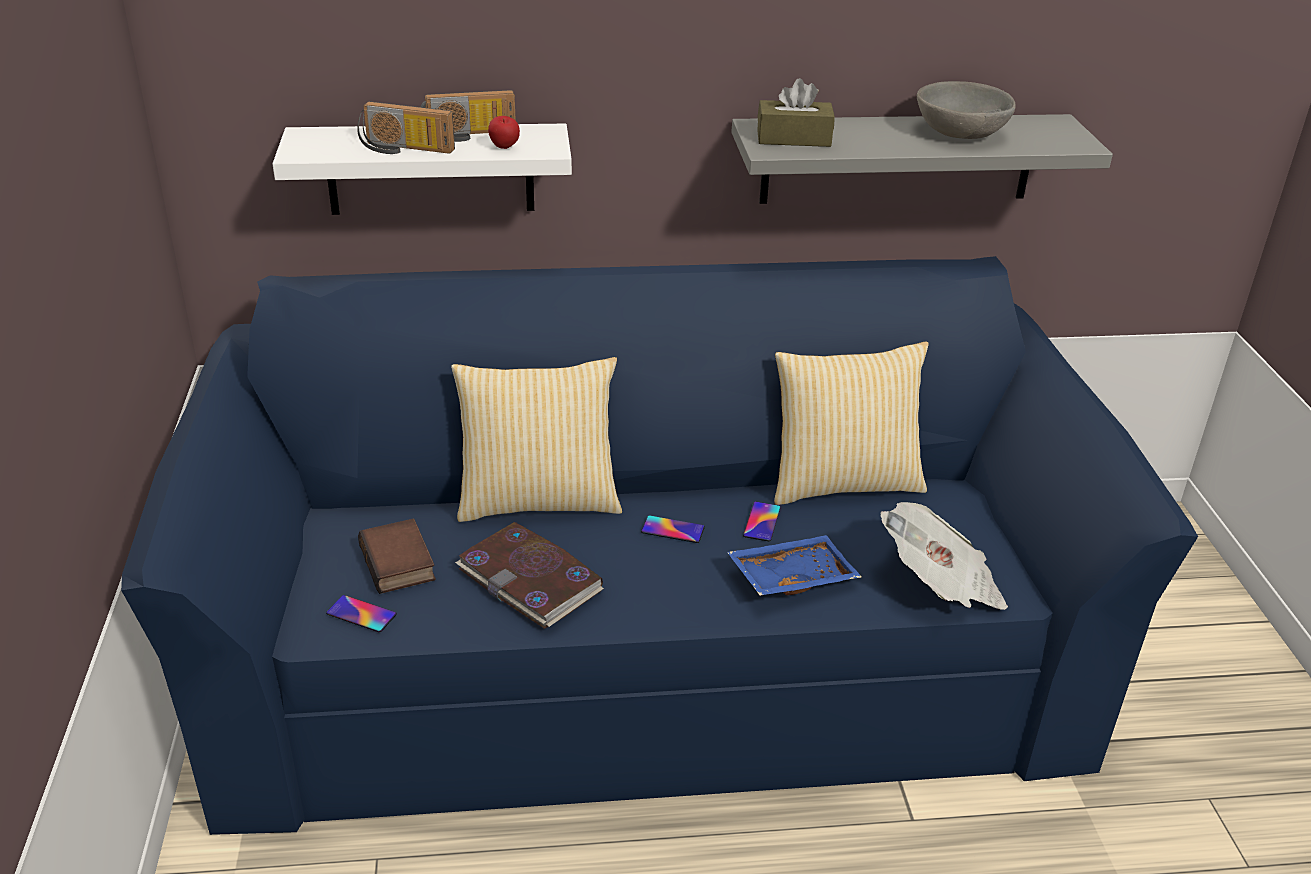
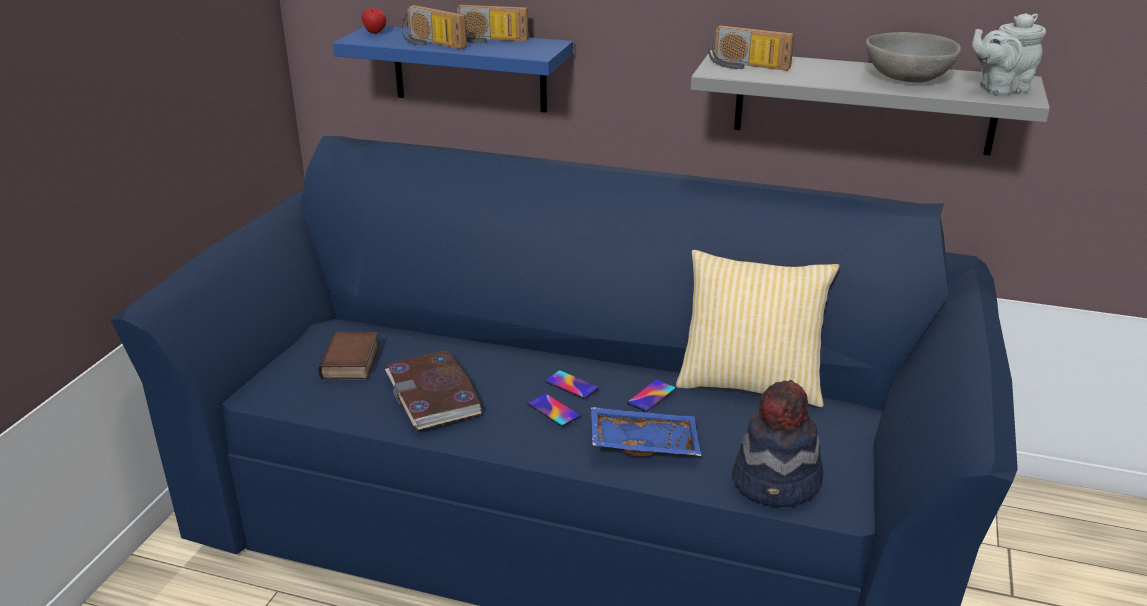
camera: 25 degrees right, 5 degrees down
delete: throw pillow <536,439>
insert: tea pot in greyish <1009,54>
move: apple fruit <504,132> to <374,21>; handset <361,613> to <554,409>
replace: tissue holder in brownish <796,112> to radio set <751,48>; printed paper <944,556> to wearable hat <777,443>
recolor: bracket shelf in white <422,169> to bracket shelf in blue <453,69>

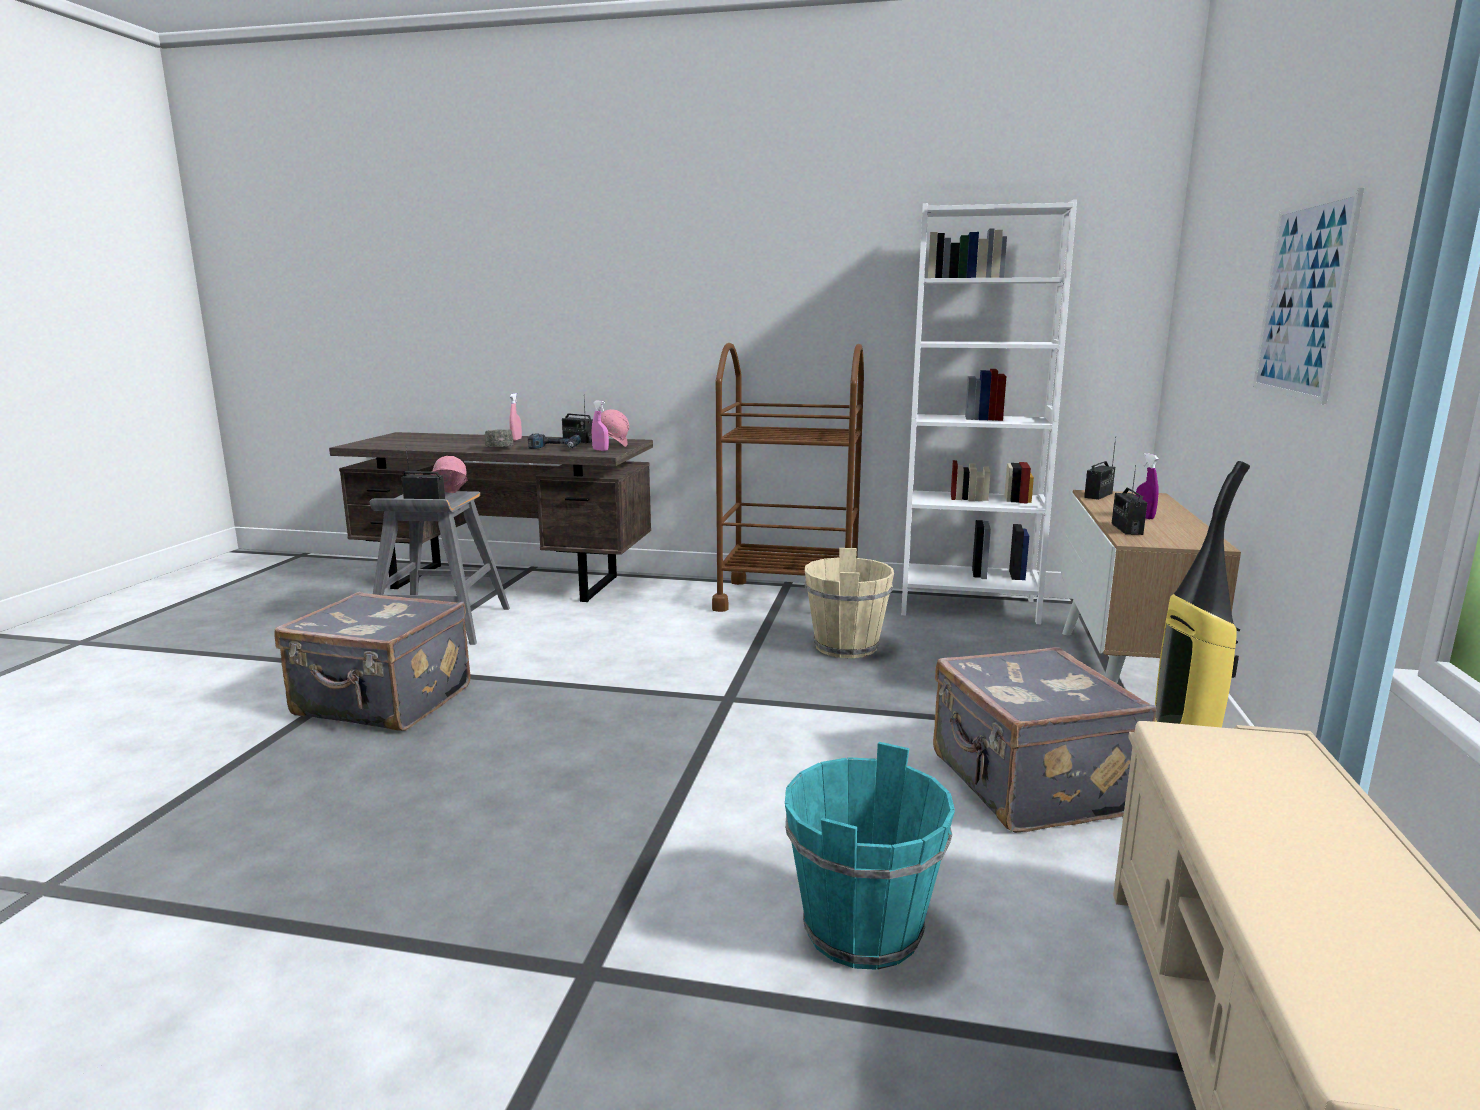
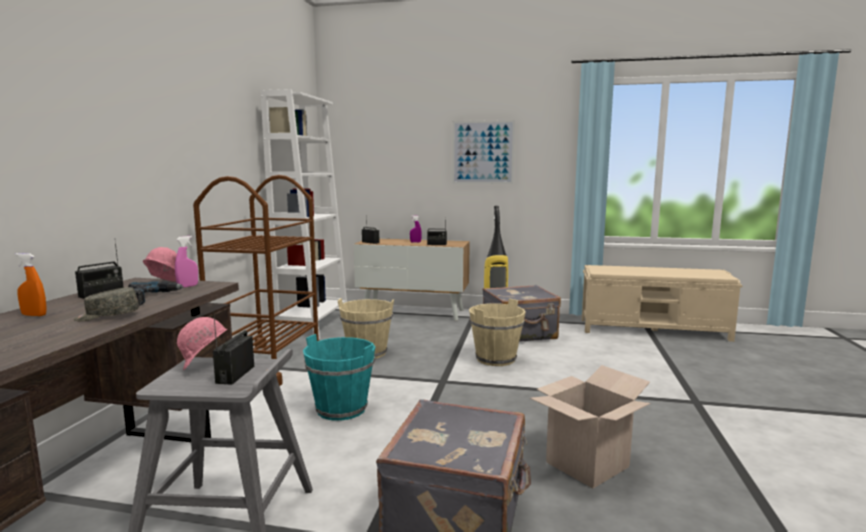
camera: 90 degrees left, 5 degrees down
insert: bucket in beige-coloured <497,332>; carton <590,426>
move: bucket in turquoise-coloured <870,856> to <339,377>
recolor: hand sprayer in pink <515,417> to hand sprayer in orangey <31,284>

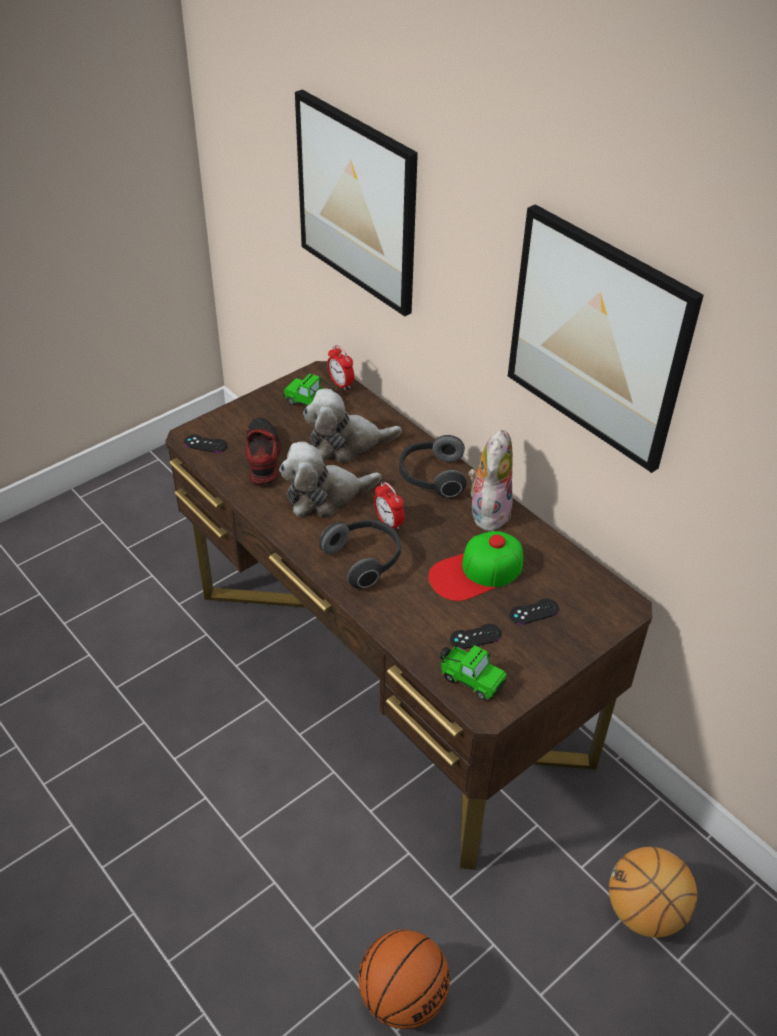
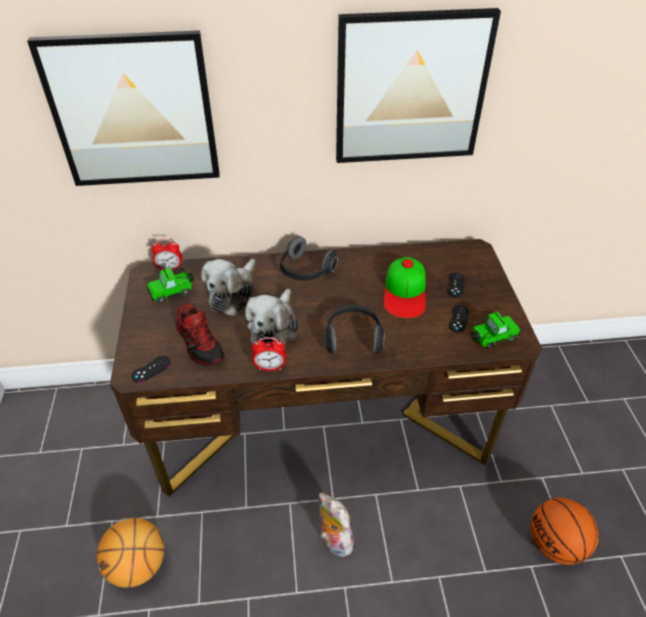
camera: 55 degrees left, 0 degrees up
move: plush toy <490,480> to <336,525>; table clock <389,505> to <269,354>; ball for basketball <653,892> to <130,553>
rotate: shoe <263,451> = <200,334> 150 degrees counterclockwise

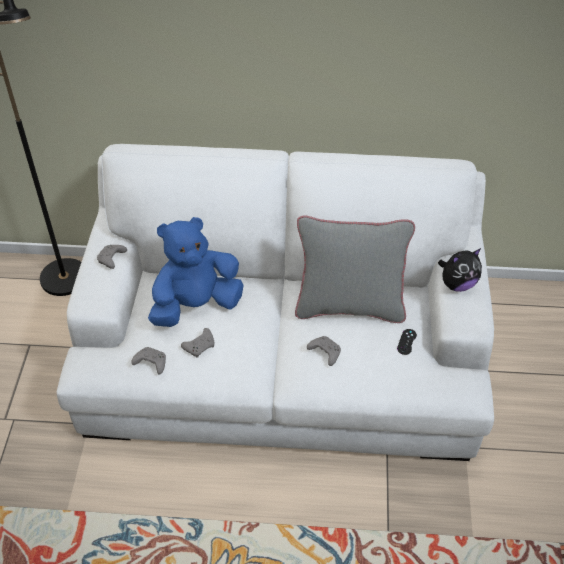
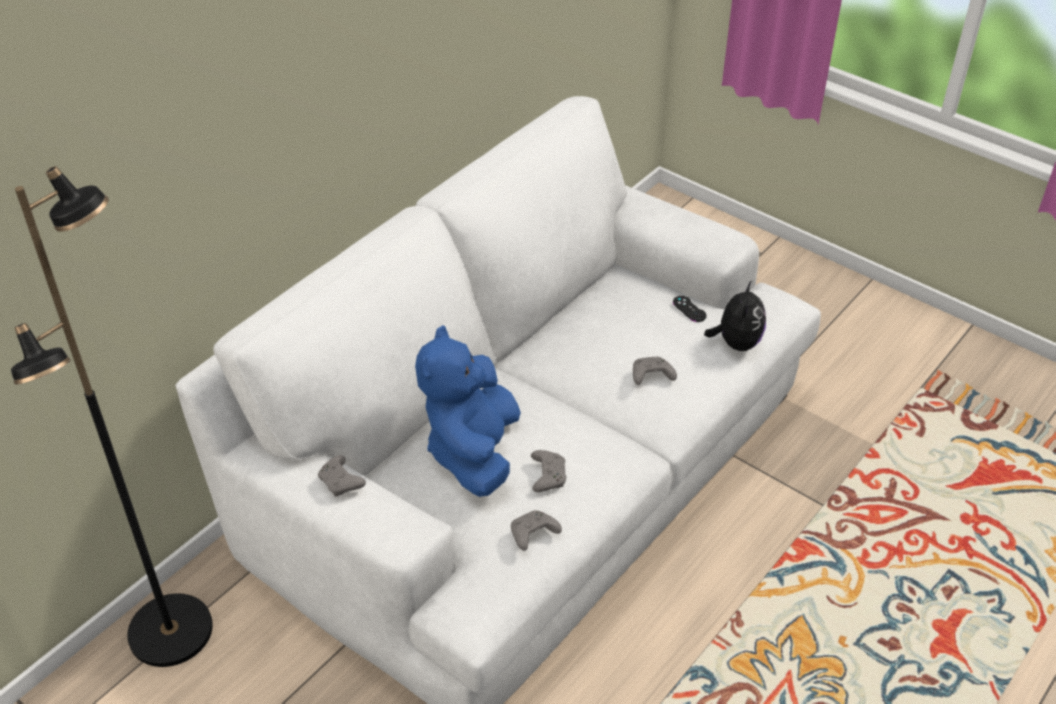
camera: 55 degrees left, 5 degrees down
delete: throw pillow in greyish <355,269>
move: plush toy <460,270> to <735,315>

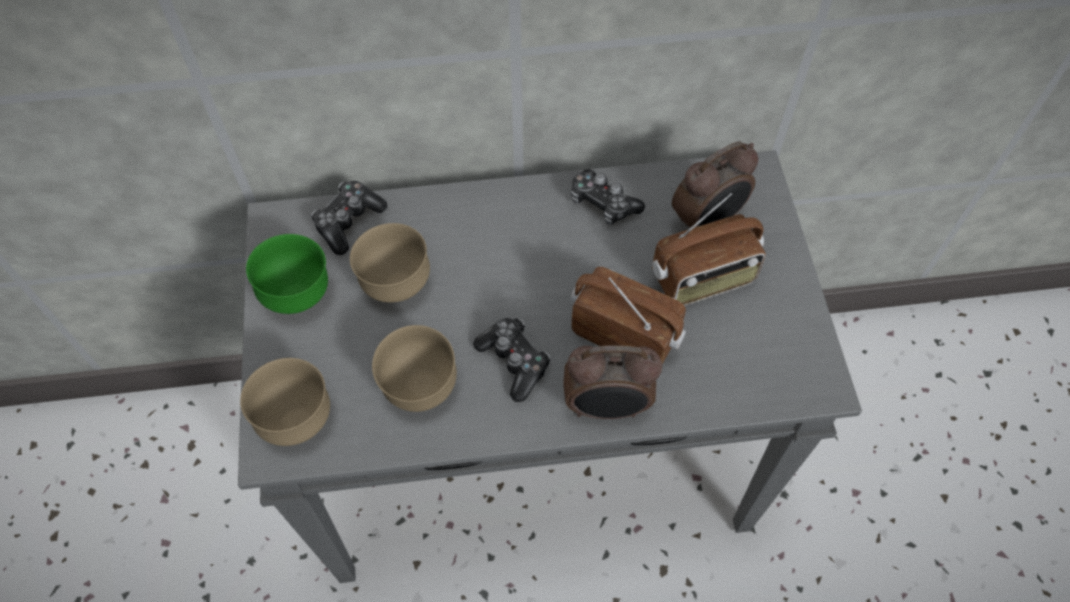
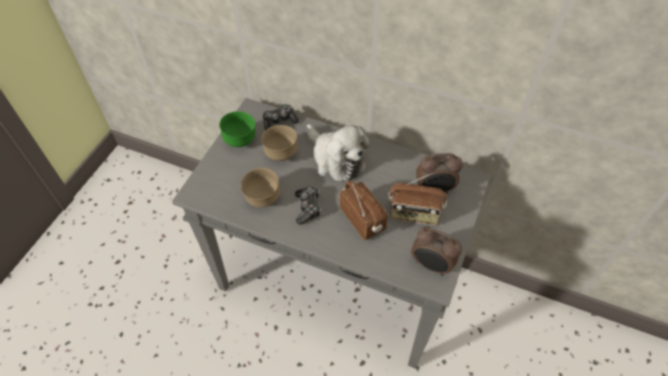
camera: 30 degrees right, 5 degrees down
delete: game controller <608,196>; bowl in brownish <285,402>
insert: plush toy <338,153>
move: table clock <612,382> to <436,251>

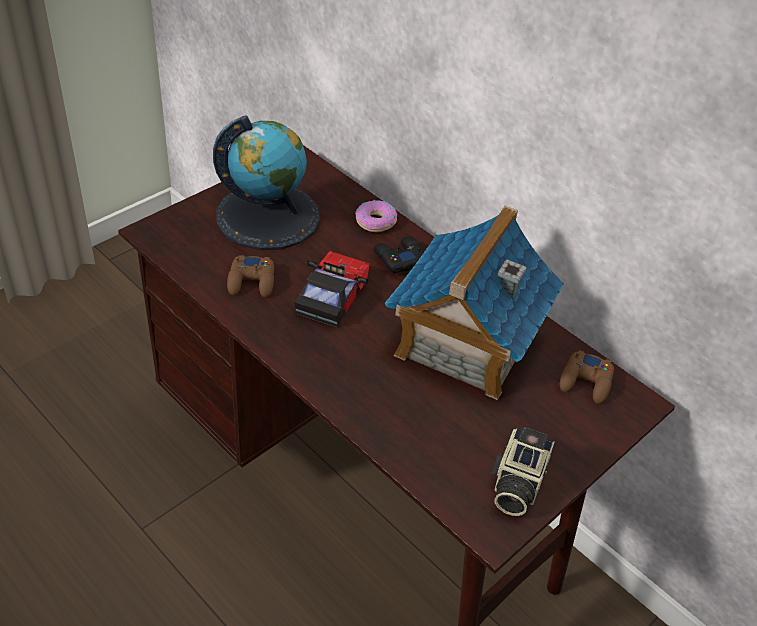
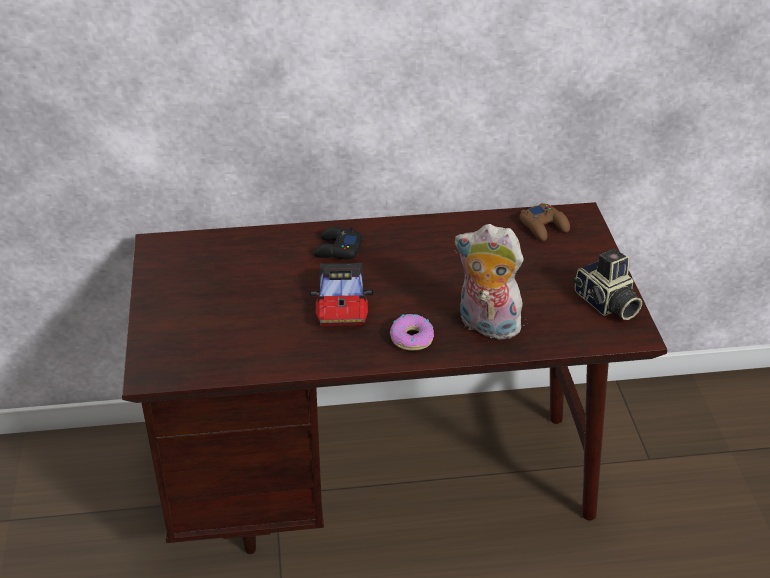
camera: 50 degrees left, 5 degrees down
delete: world globe <266,182>; toy house <474,303>; game controller in brownish <250,276>
insert: plush toy <489,283>
move: ring doughnut <376,216> to <412,332>
rotate: toy car <332,289> = <341,294> 150 degrees counterclockwise

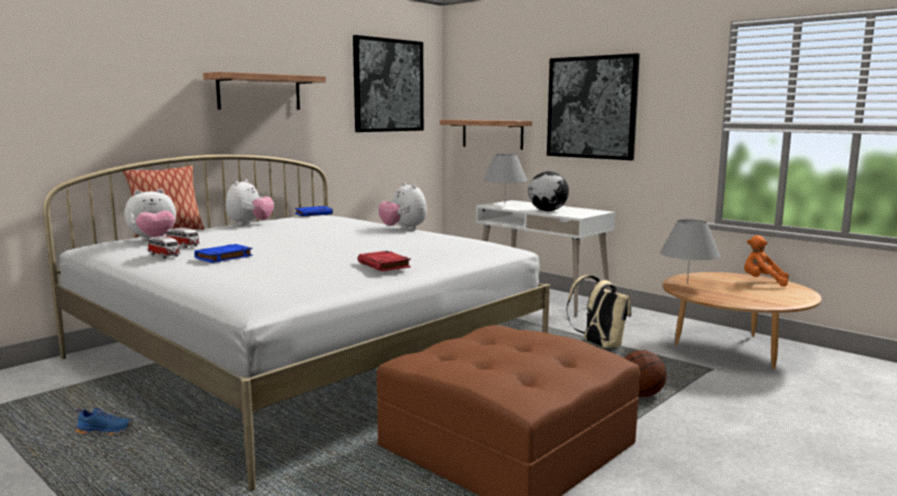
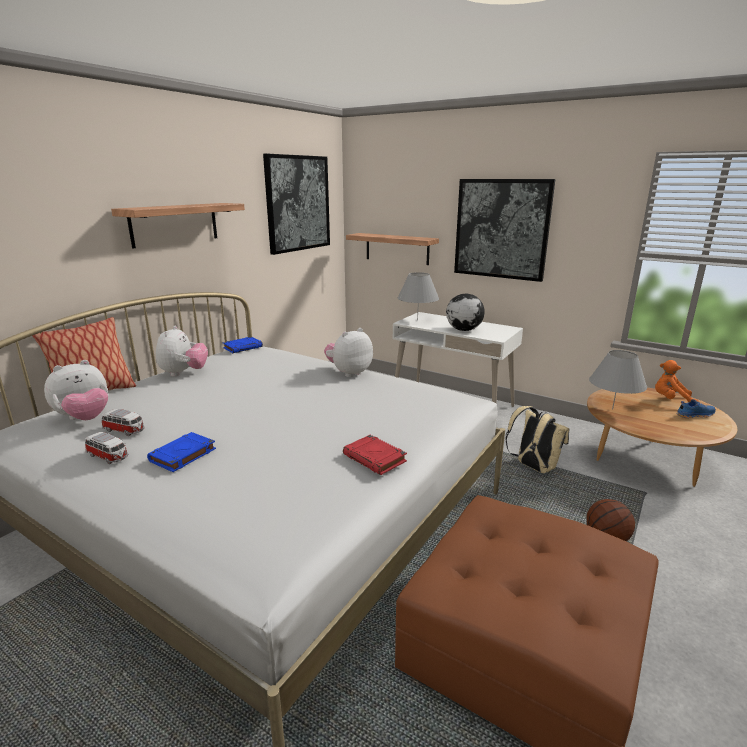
camera: 10 degrees left, 10 degrees up
move: shoe in blue <104,421> to <696,408>
rotate: plush toy <403,206> = <348,352> 90 degrees clockwise

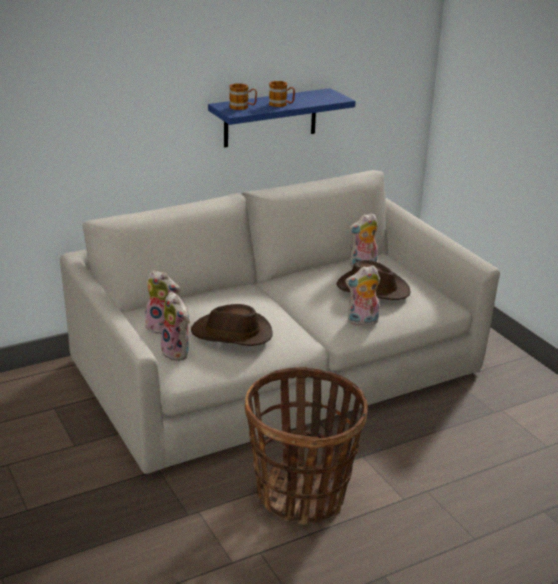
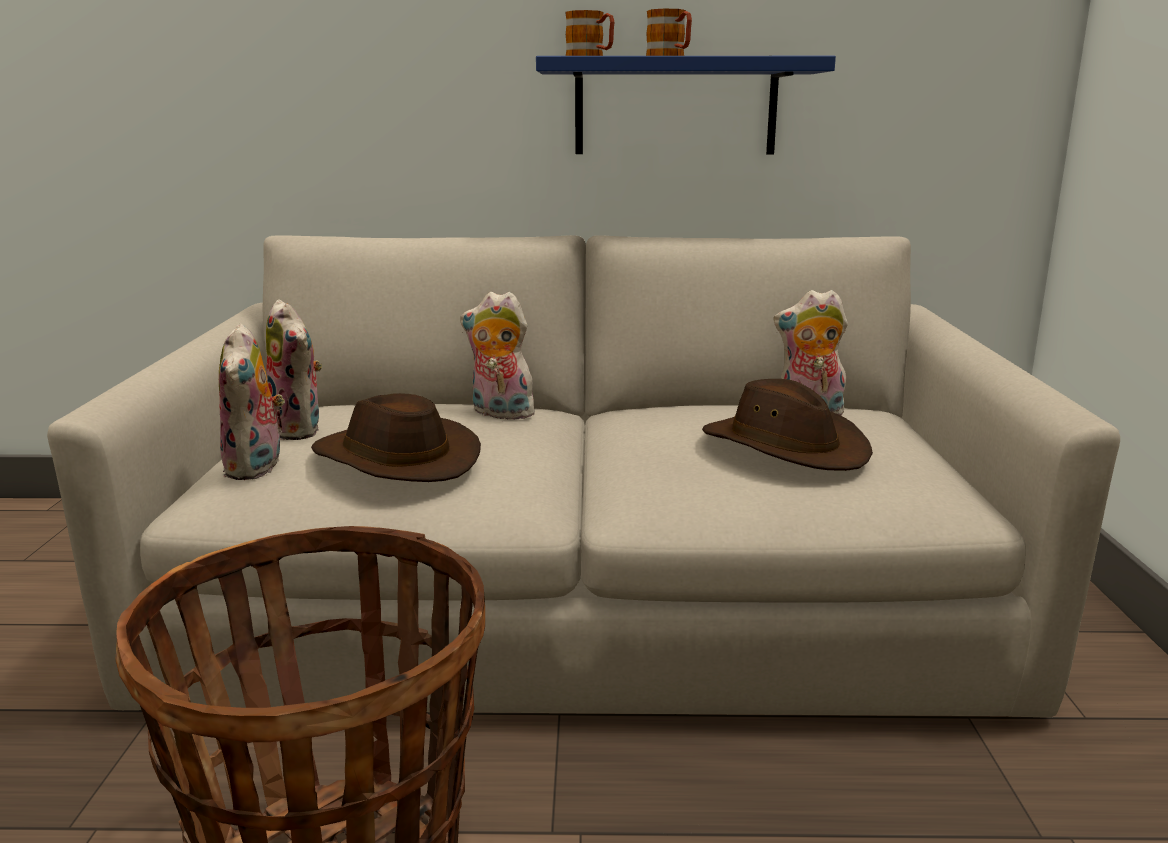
camera: 30 degrees right, 10 degrees down
move: plush toy <362,295> to <499,356>

